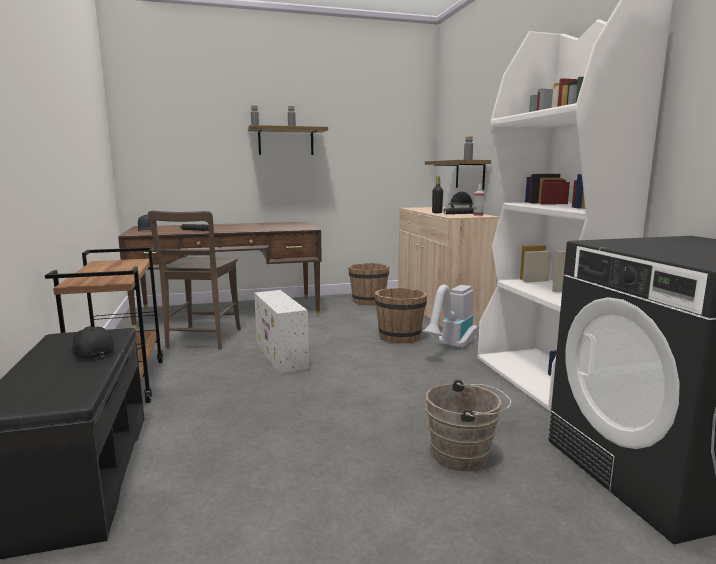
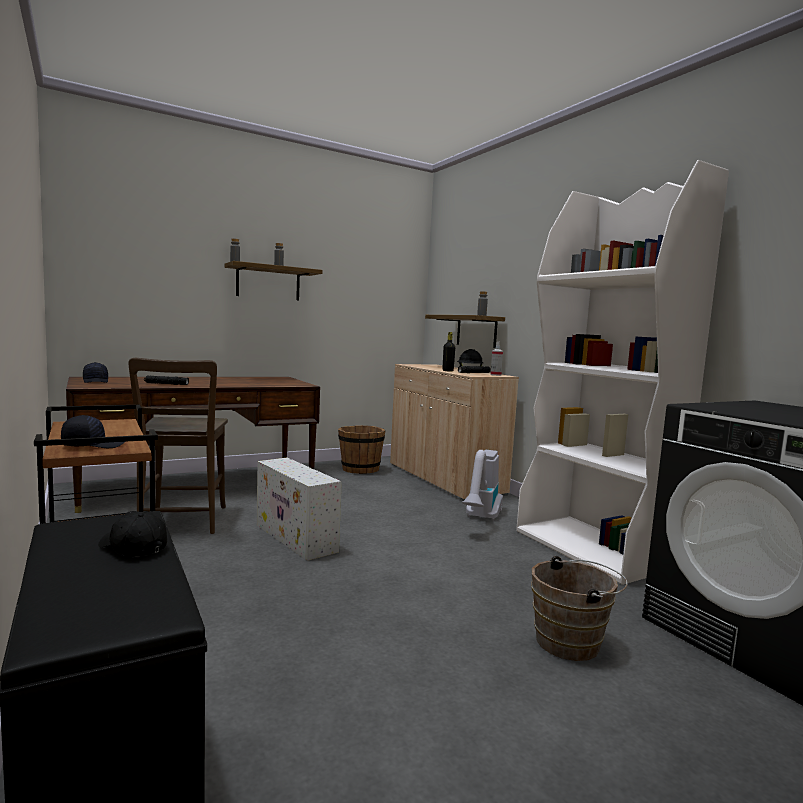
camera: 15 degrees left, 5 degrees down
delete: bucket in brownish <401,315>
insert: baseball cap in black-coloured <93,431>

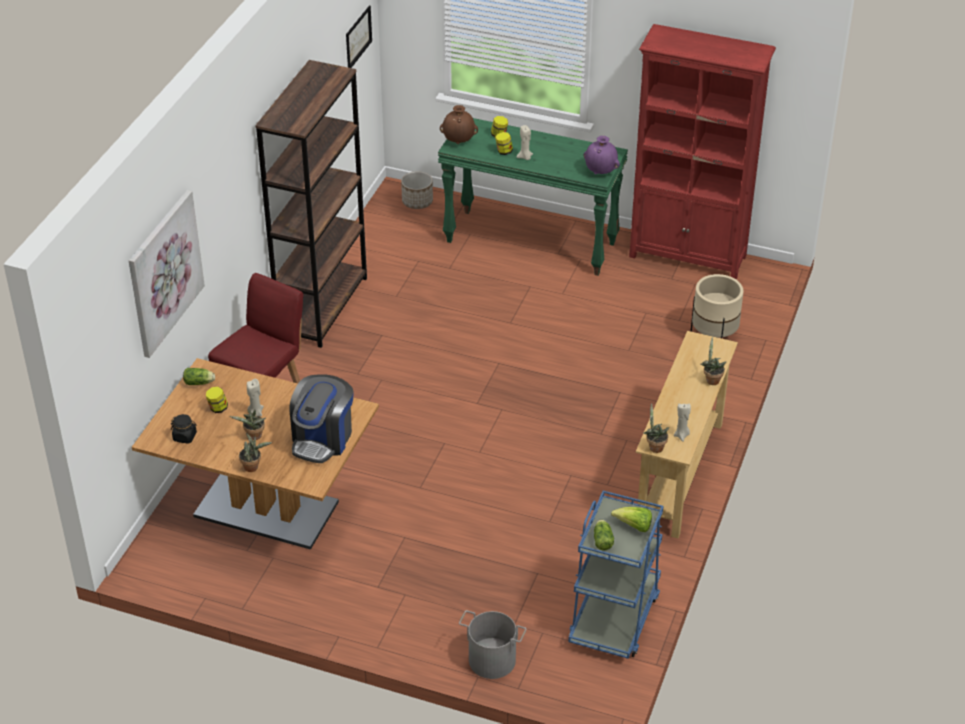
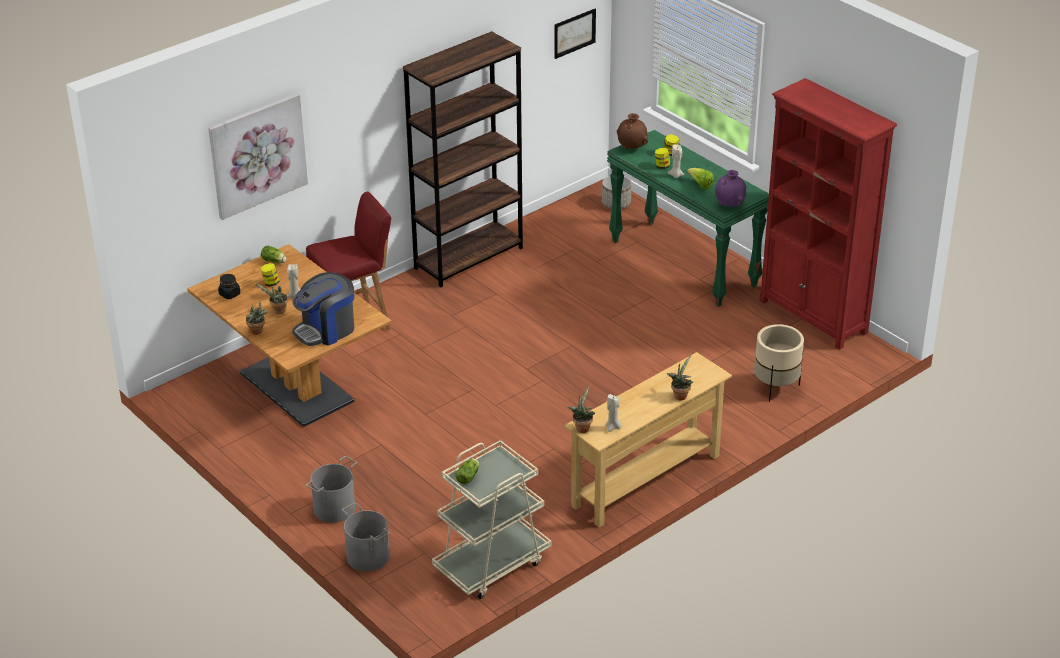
camera: 30 degrees right, 5 degrees down
insert: bucket in greyish <331,489>
move: lettuce <631,519> to <700,178>
recolor: cart in blue <615,575> to cart in beige-coloured <491,519>

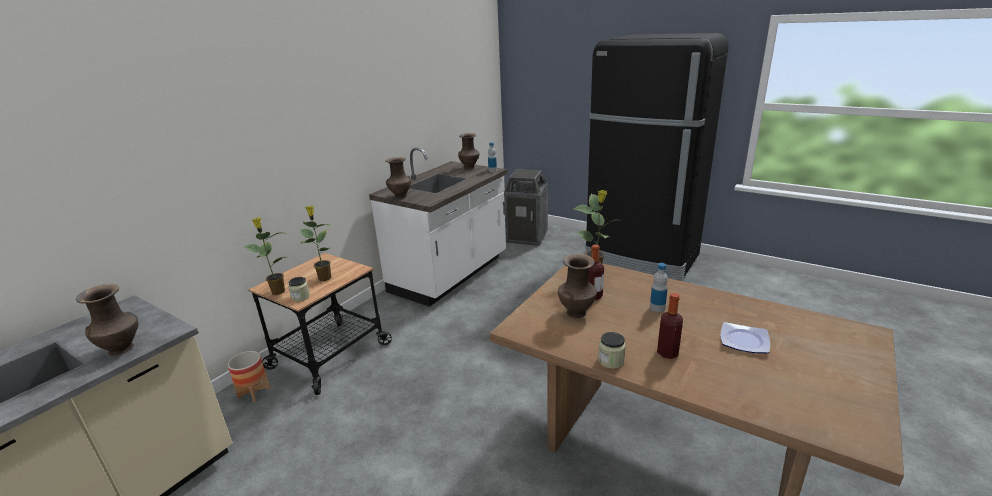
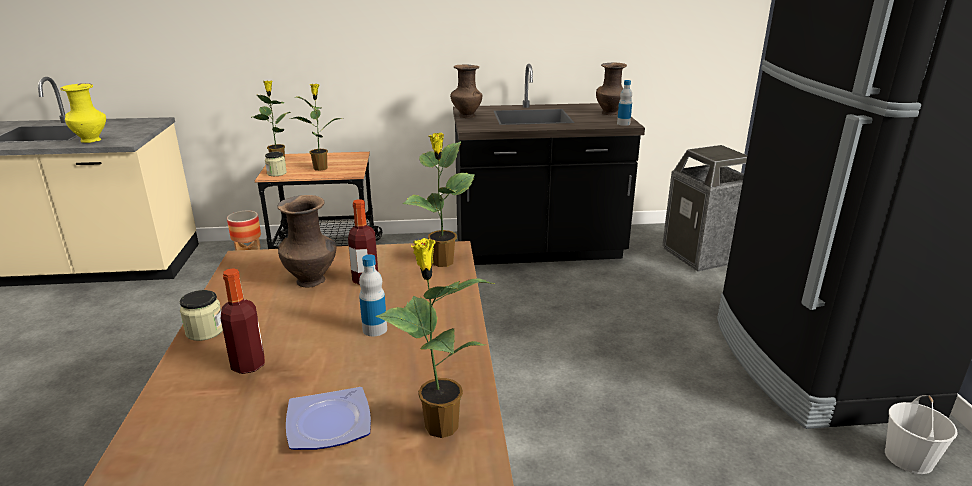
camera: 50 degrees right, 0 degrees up
insert: plant in a pot <436,338>; bucket in white <921,434>
recolor: kitchen counter in white <438,227> to kitchen counter in black-coloured <549,164>; decorative vase in brownish <107,320> to decorative vase in yellow-coloured <83,113>

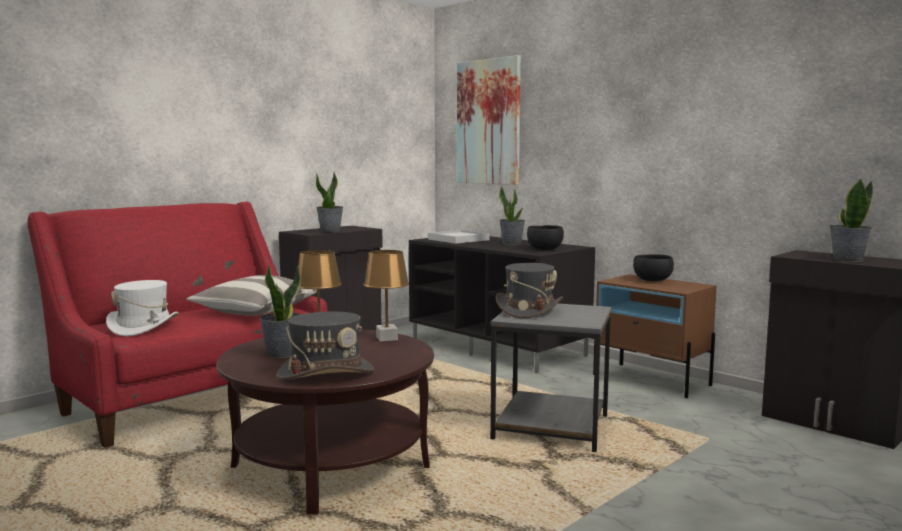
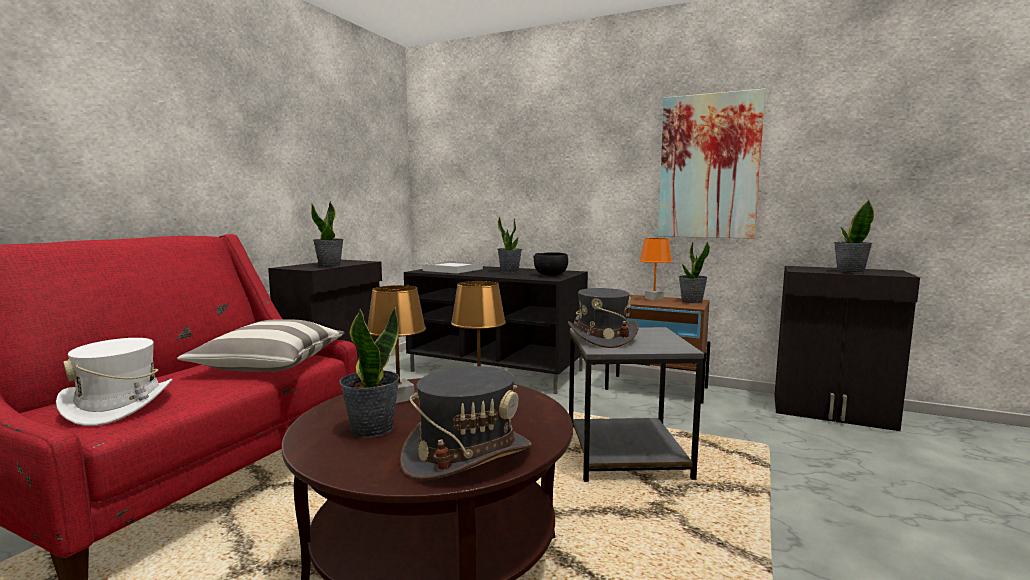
camera: 20 degrees left, 0 degrees up
insert: plant in a pot <694,272>
move: wall picture <489,120> to <711,164>
replace: bowl in black-coloured <653,267> to lamp for a table in orangey <656,269>

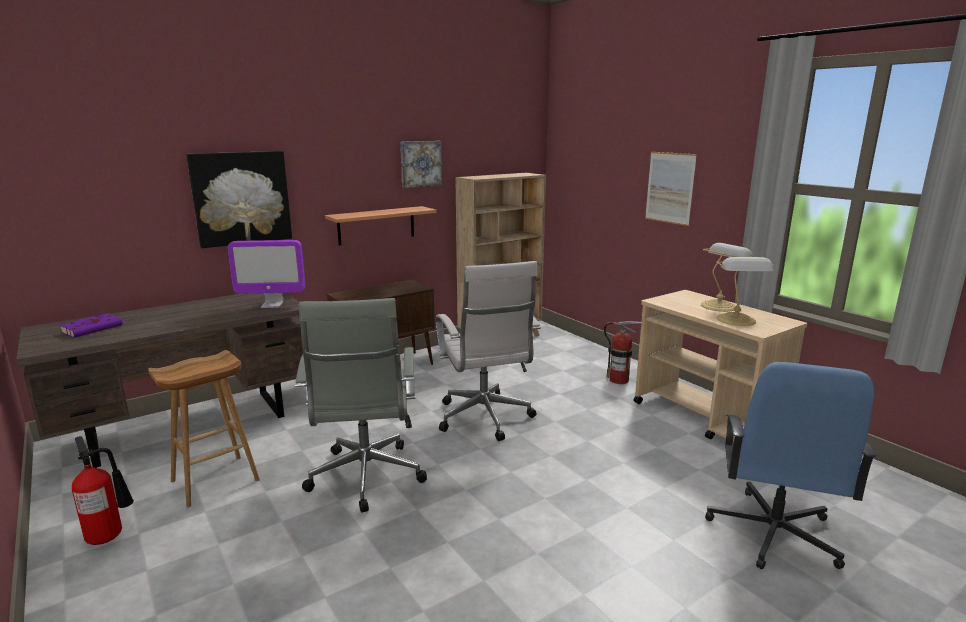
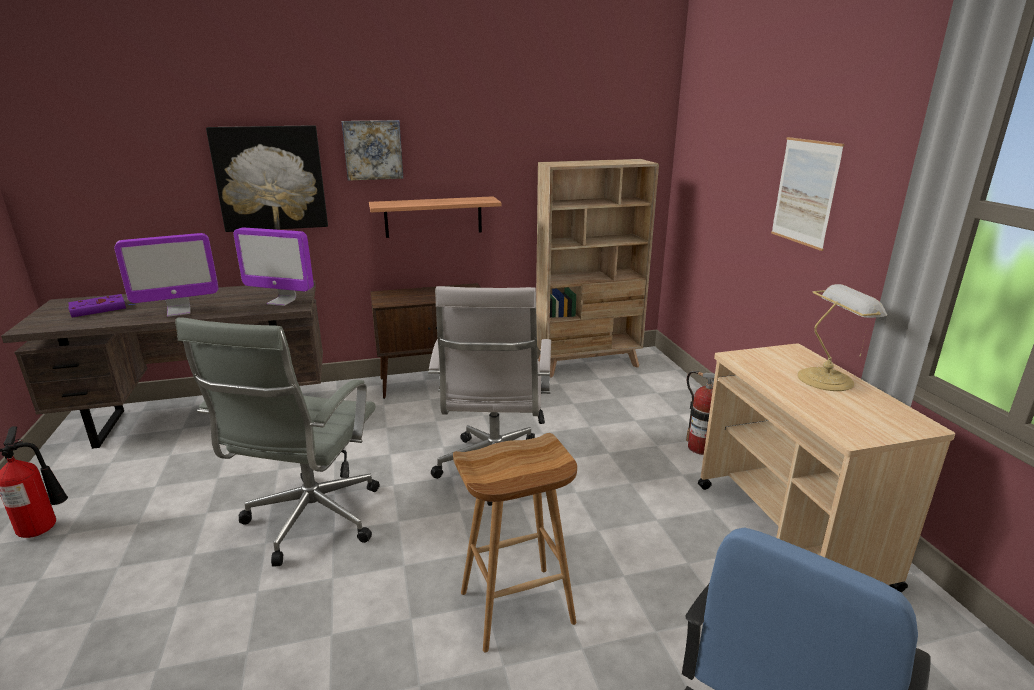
camera: 20 degrees right, 5 degrees up
delete: lamp for a table <745,291>
insert: monitor <166,275>
move: wall picture <421,164> to <372,150>; stool in brownish <204,429> to <515,542>

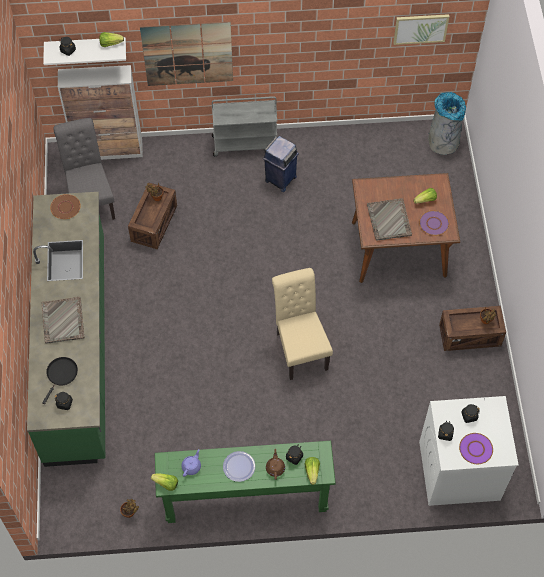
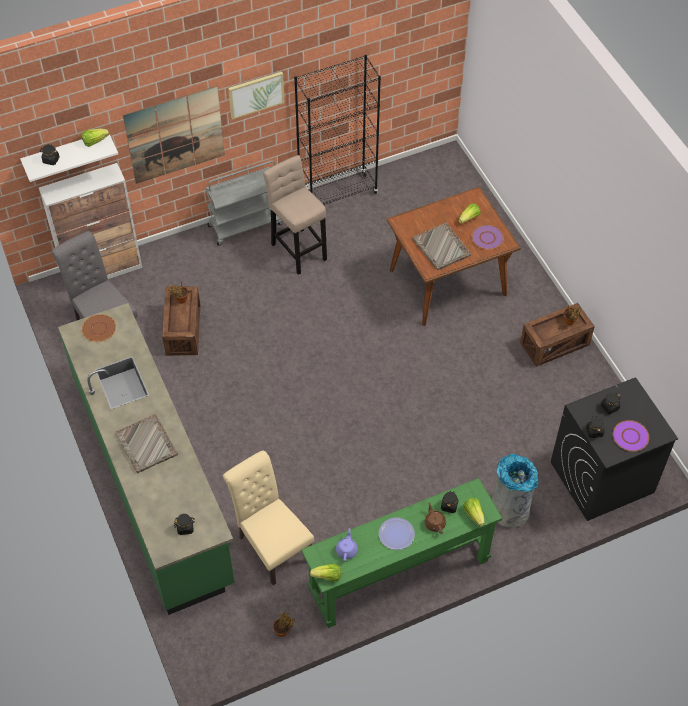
camera: 20 degrees left, 5 degrees down
delete: pan in black-coloured <60,380>
insert: bookshelf in black-coloured <337,130>
move: wall picture <421,29> to <256,96>; waste bin in greyish <447,123> to <515,490>; upright chair in beige-coloured <302,324> to <268,518>
replace: waste bin in blue <281,164> to stool in beige-coloured <295,215>
recolor: washing machine in white <469,451> to washing machine in black-coloured <614,449>

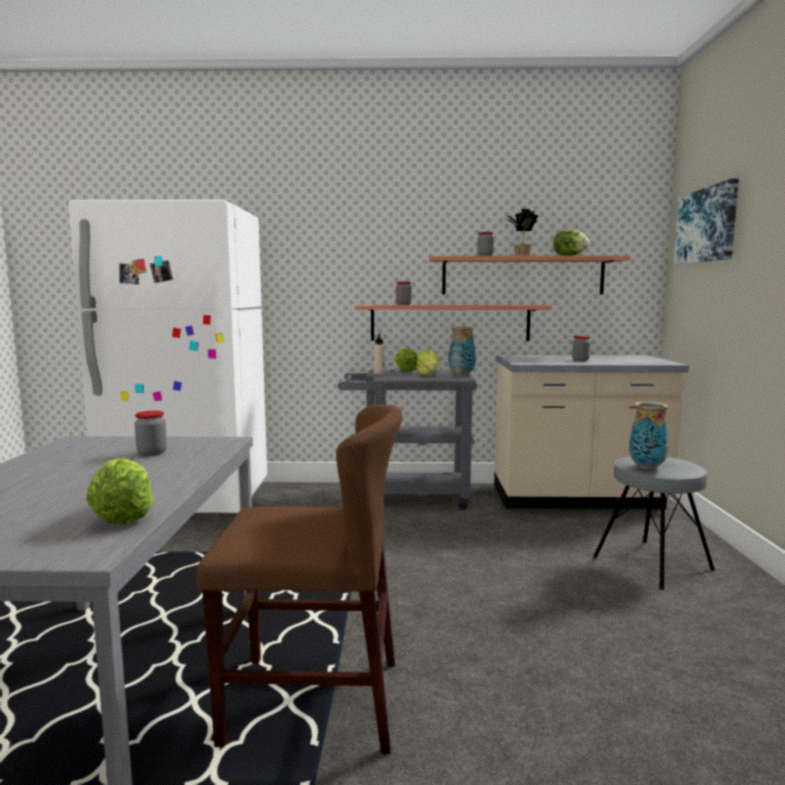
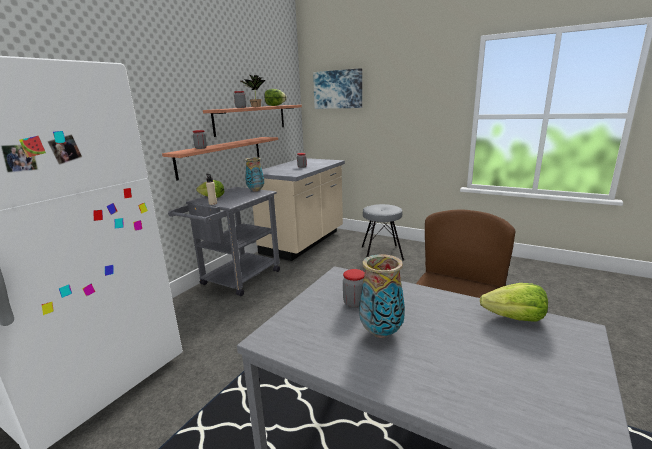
camera: 60 degrees left, 10 degrees up
delete: lettuce <428,363>
move: decorative vase <649,436> to <382,296>

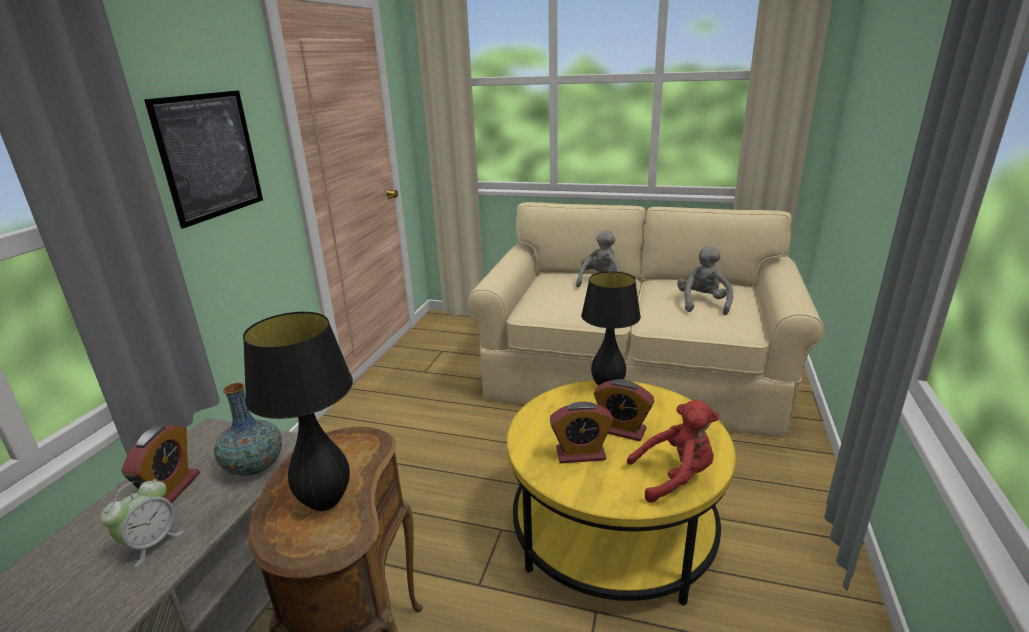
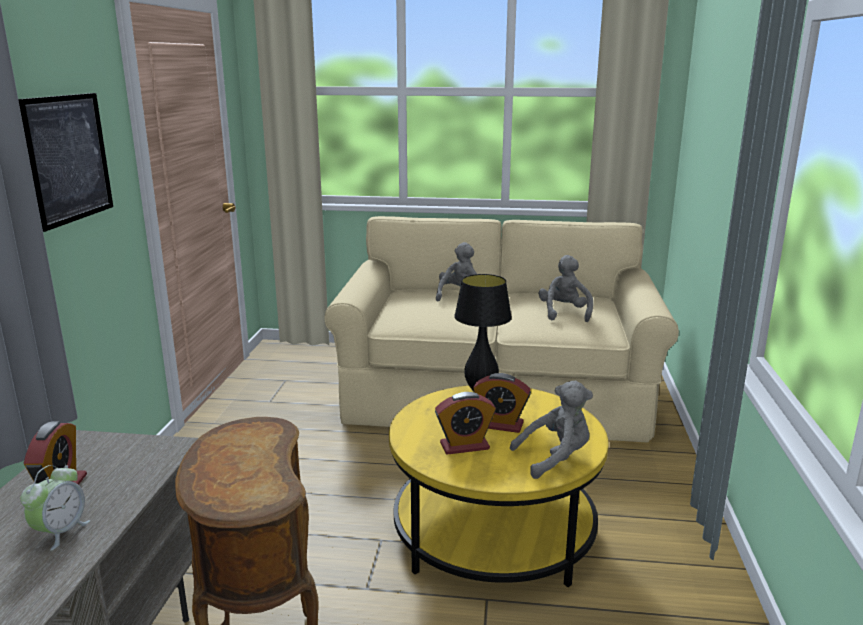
camera: 10 degrees left, 5 degrees down
delete: lamp for a table in black-coloured <298,411>; decorative vase <248,429>
recolor: plush toy in reddish <673,451> to plush toy in greyish <551,430>

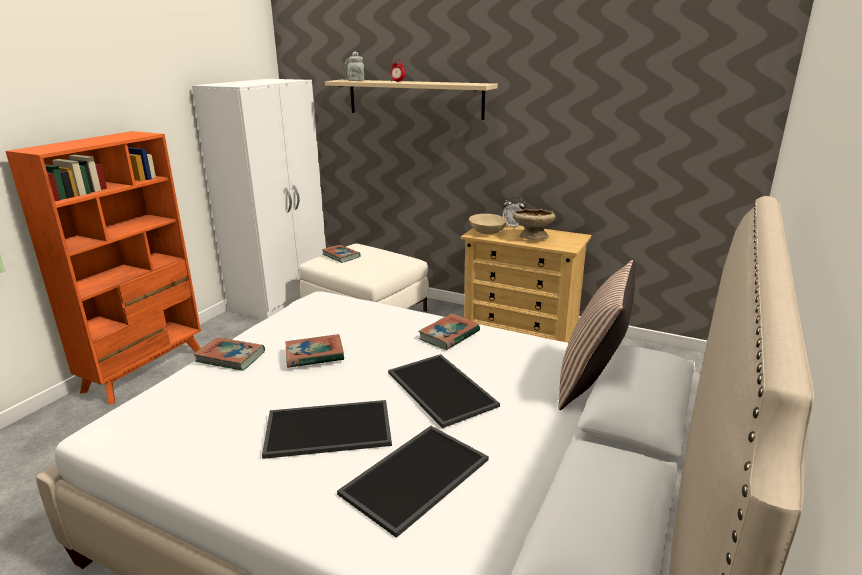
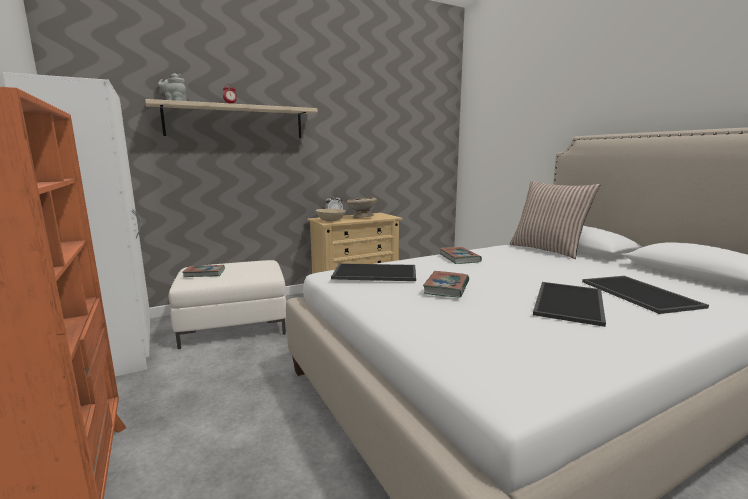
camera: 55 degrees left, 10 degrees down
delete: volume <229,354>
move: carrying tray <444,391> to <373,272>

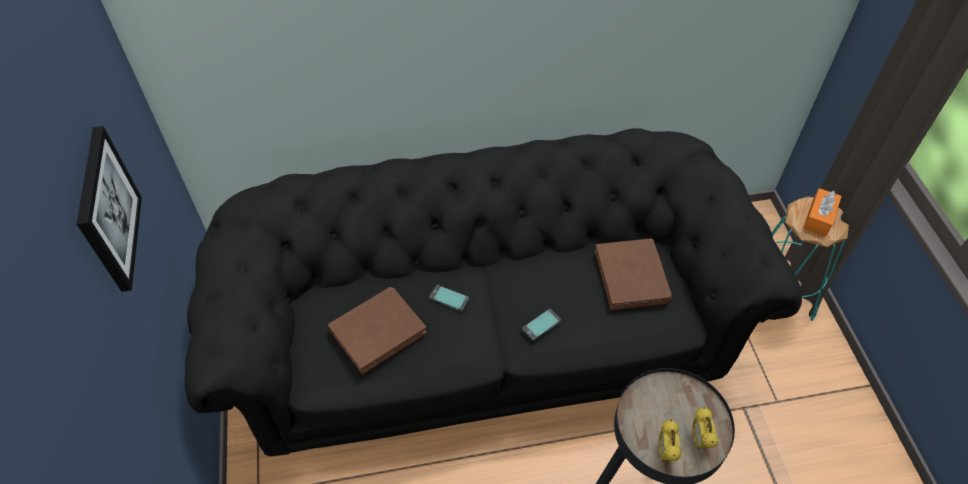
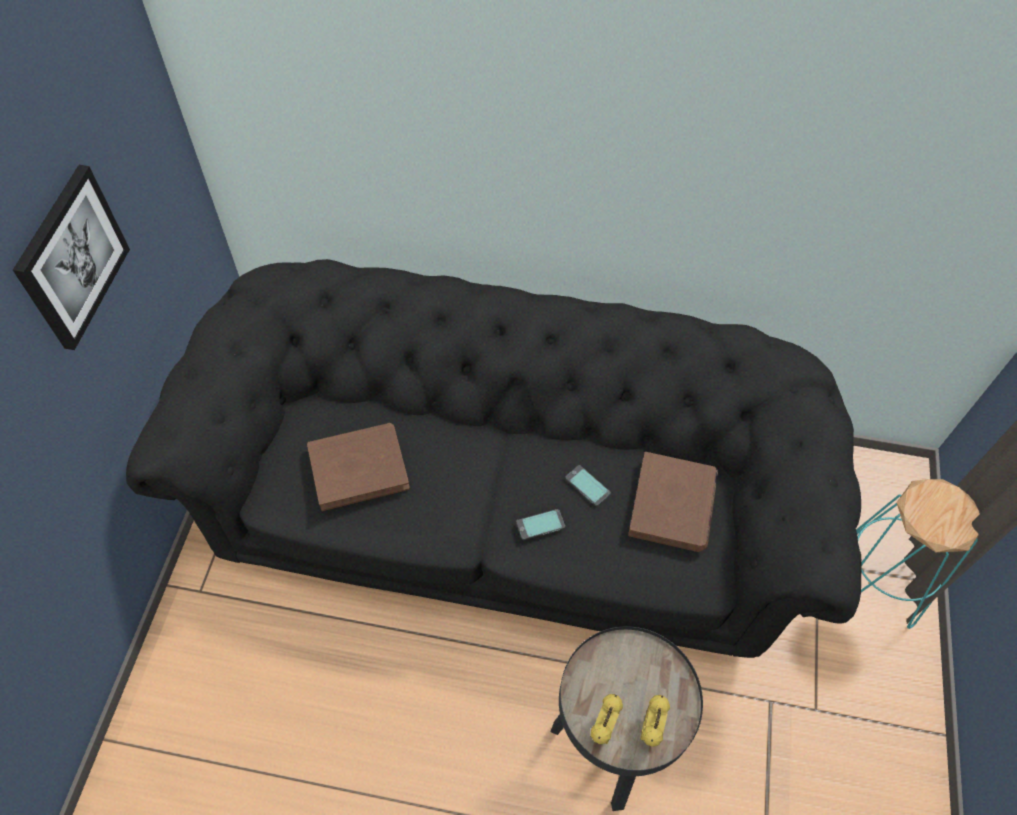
camera: 20 degrees right, 5 degrees up
delete: tissue holder in orangey <822,212>
move: handset <449,298> to <588,485>

